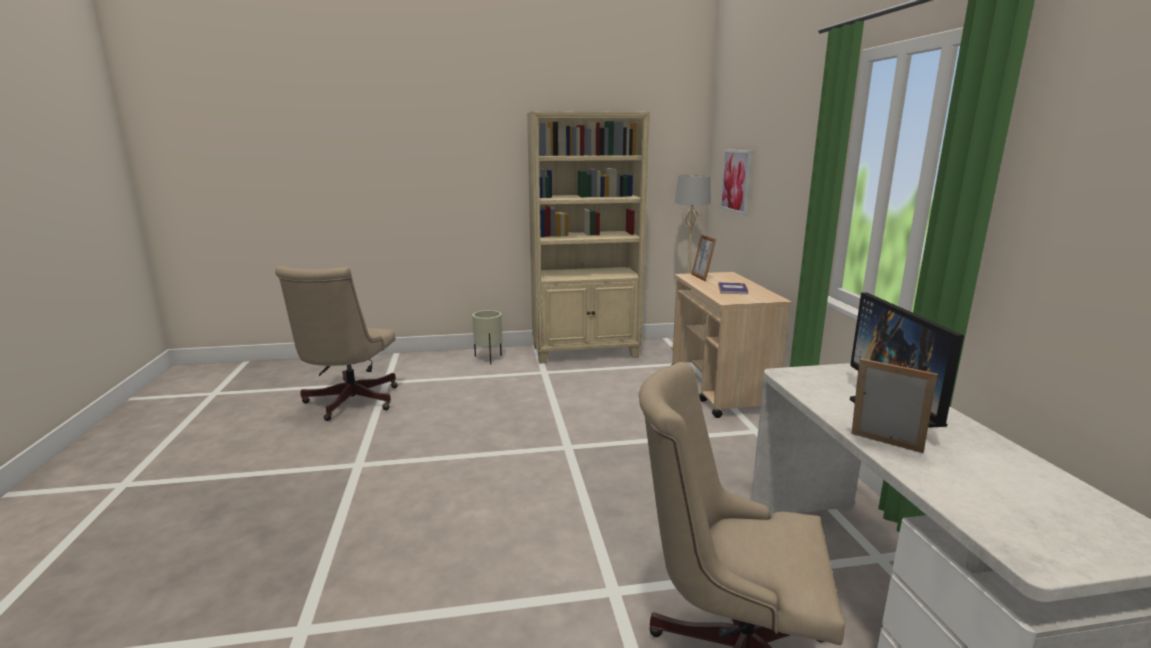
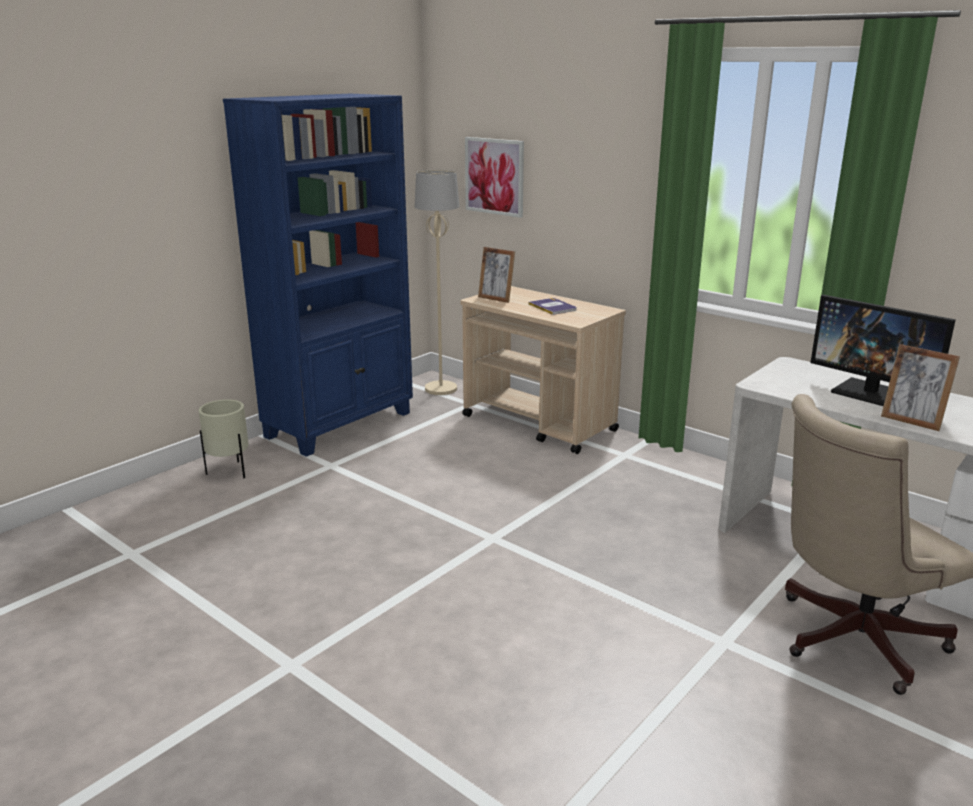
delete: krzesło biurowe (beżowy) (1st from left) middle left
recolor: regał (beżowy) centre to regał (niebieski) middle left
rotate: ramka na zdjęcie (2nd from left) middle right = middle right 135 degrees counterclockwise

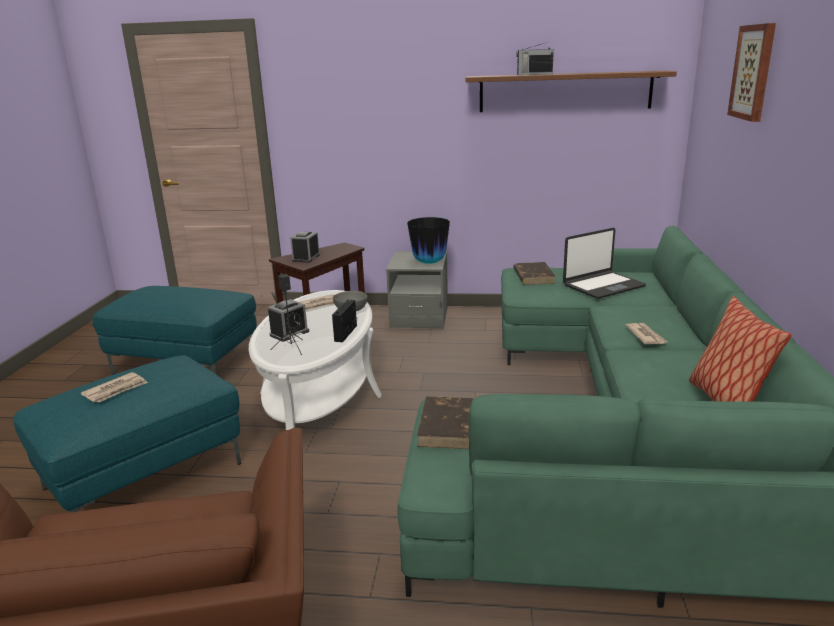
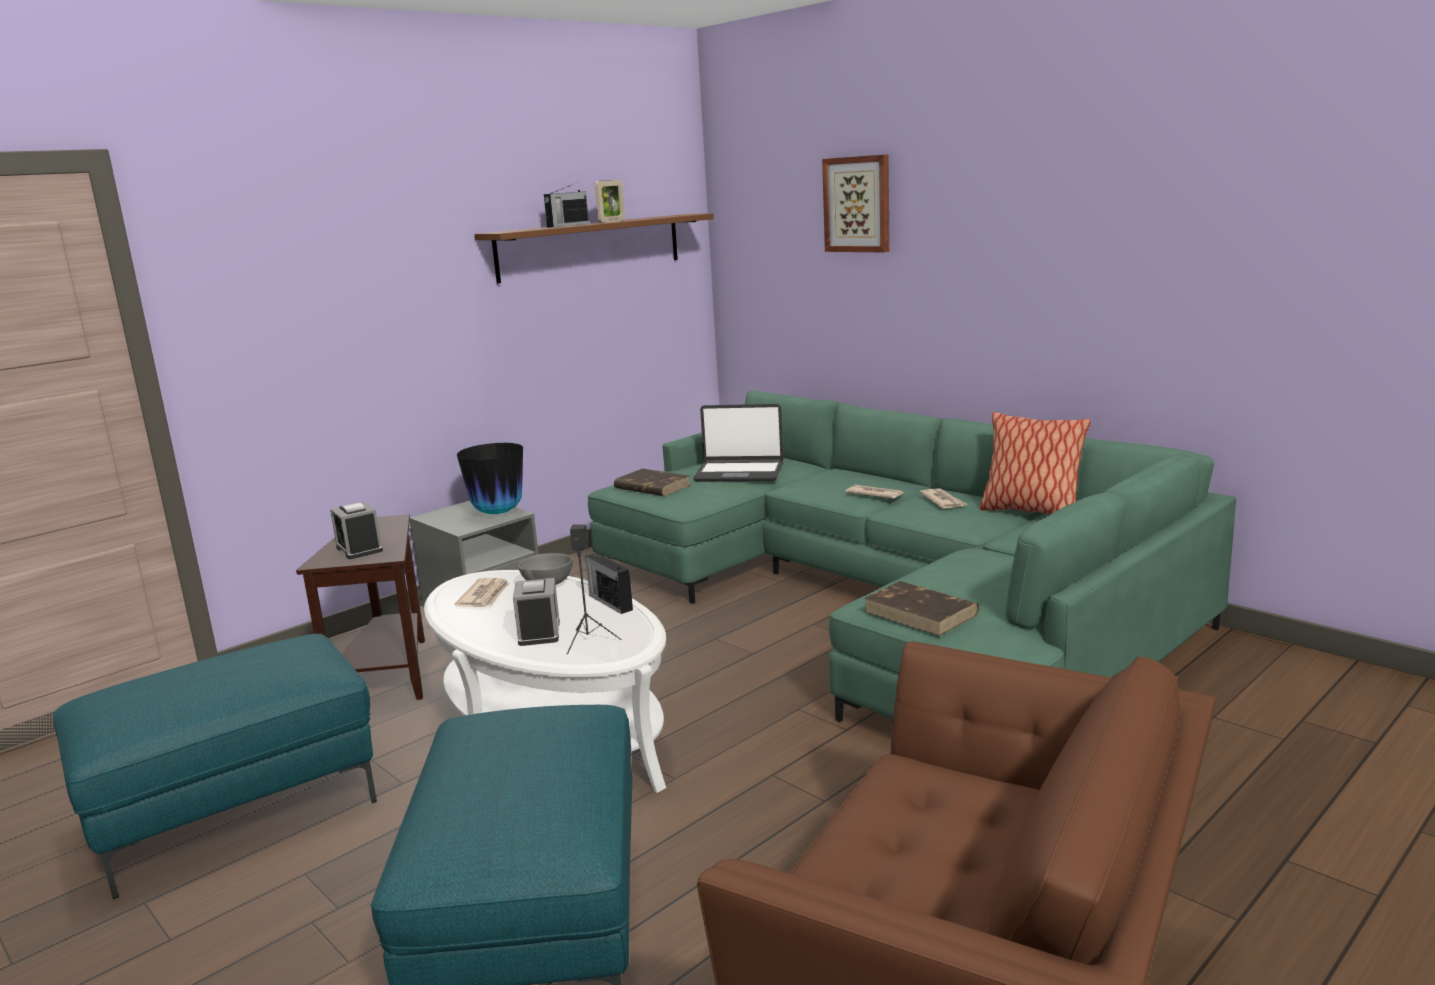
insert: ramka na zdjęcie top centre
move: gazeta (1st from left in the first image) middle left to gazeta (3rd from left) centre
rotate: laptop middle right = centre 90 degrees clockwise

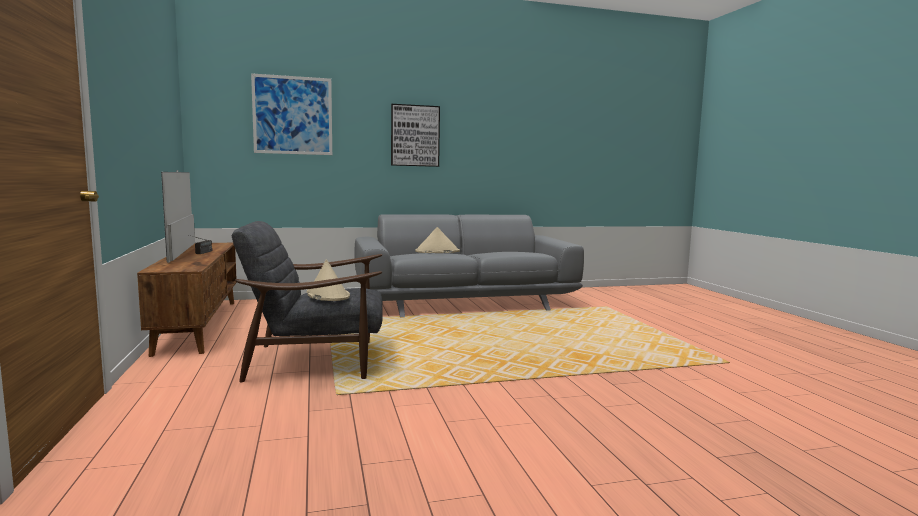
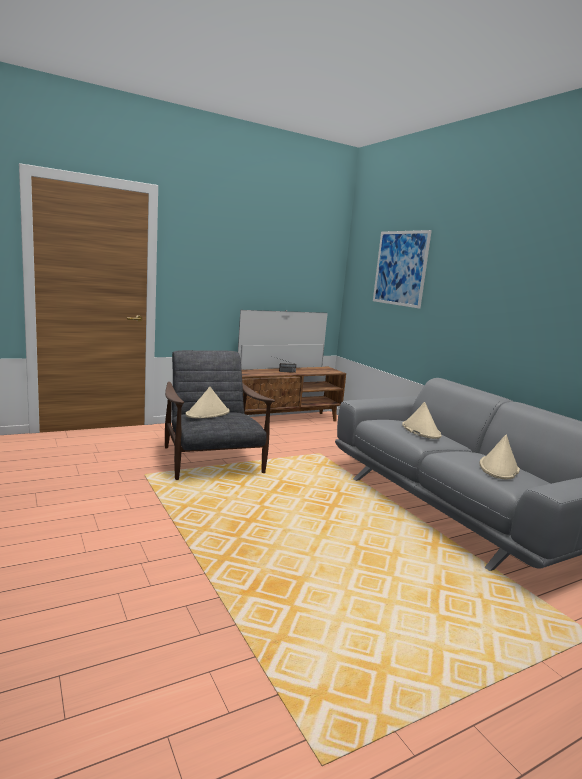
delete: obraz (2nd from left) top centre
insert: kapelusz (beżowy) (3rd from left) middle right

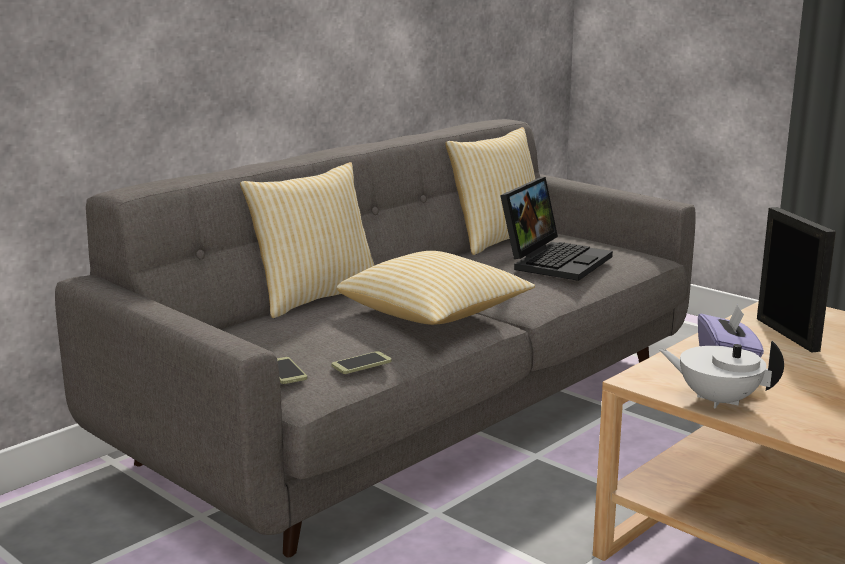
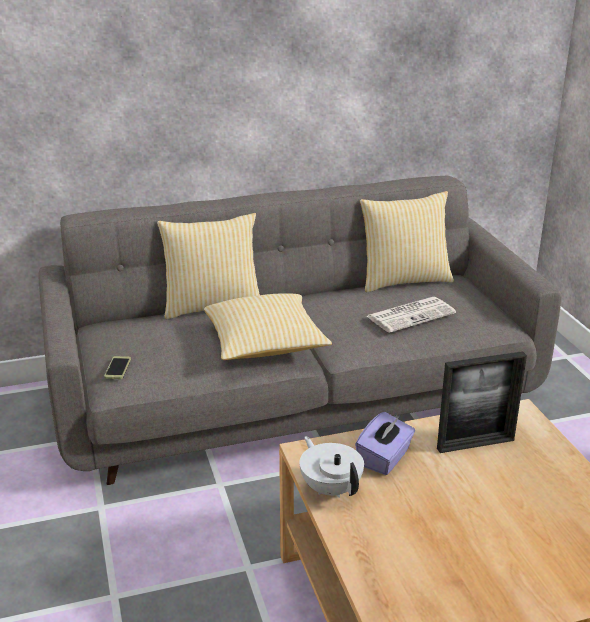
delete: telefon (2nd from left) centre
replace: laptop centre to gazeta middle right
rotate: ramka na zdjęcie middle right = middle right 60 degrees clockwise

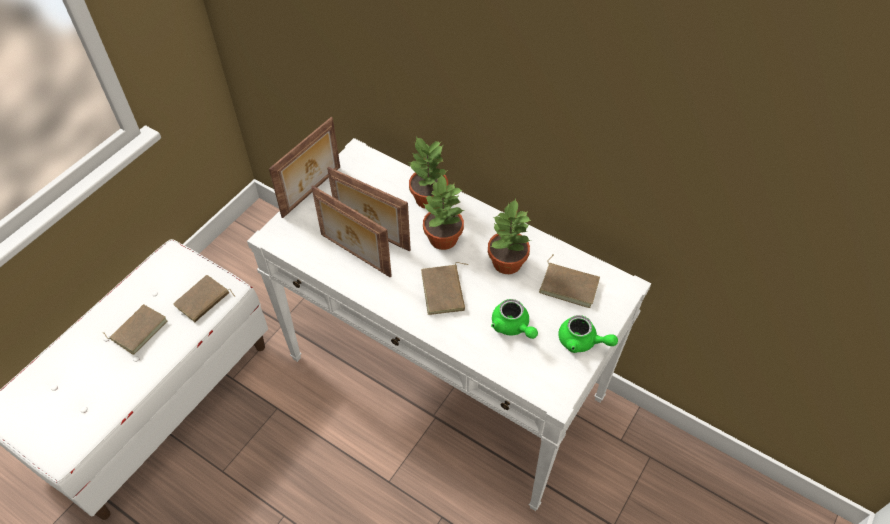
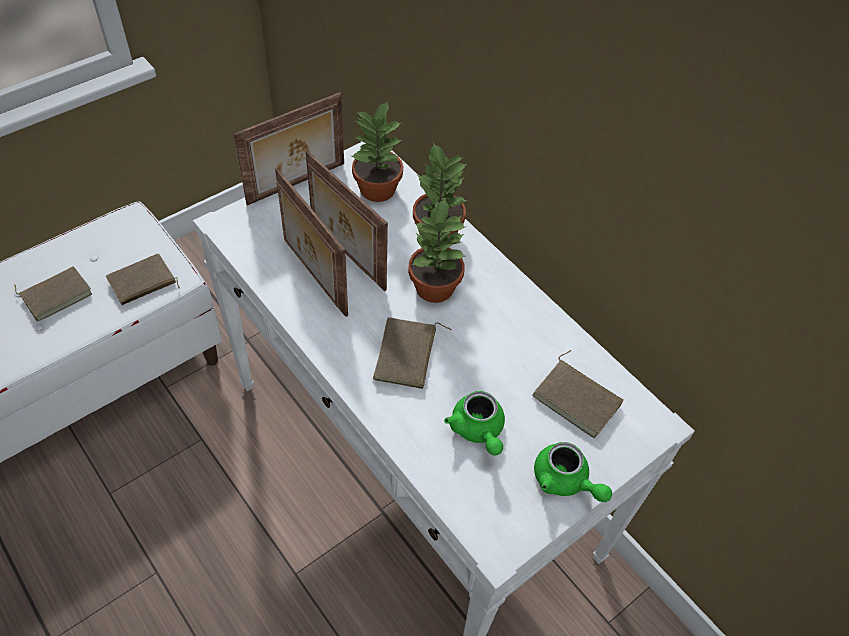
move: roślina doniczkowa (3rd from left in the first image) centre to roślina doniczkowa (1st from left) top centre

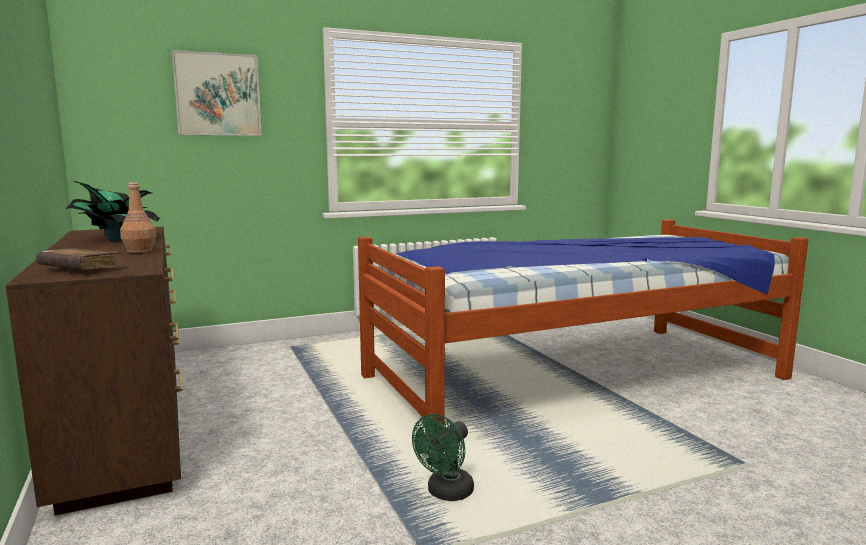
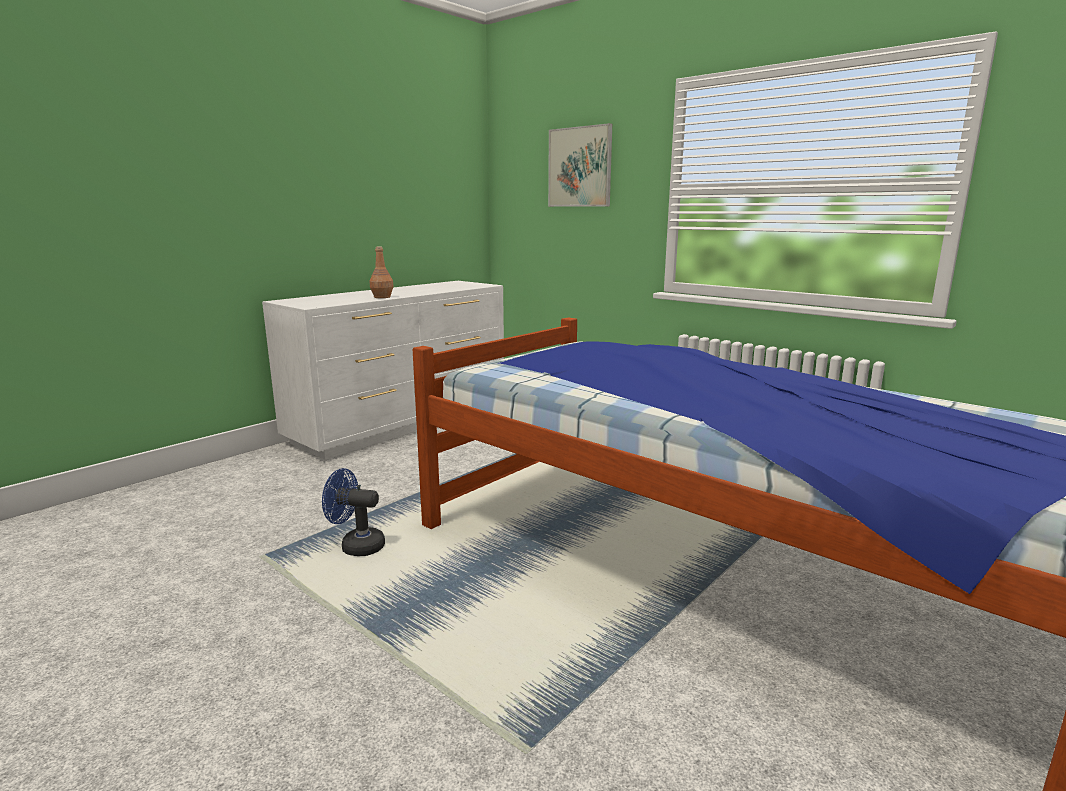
delete: roślina doniczkowa middle left; książka (brązowy) middle left
recolor: komoda (brązowy) bottom left to komoda (biały) centre; wentylator (zielony) bottom centre to wentylator (niebieski) middle left

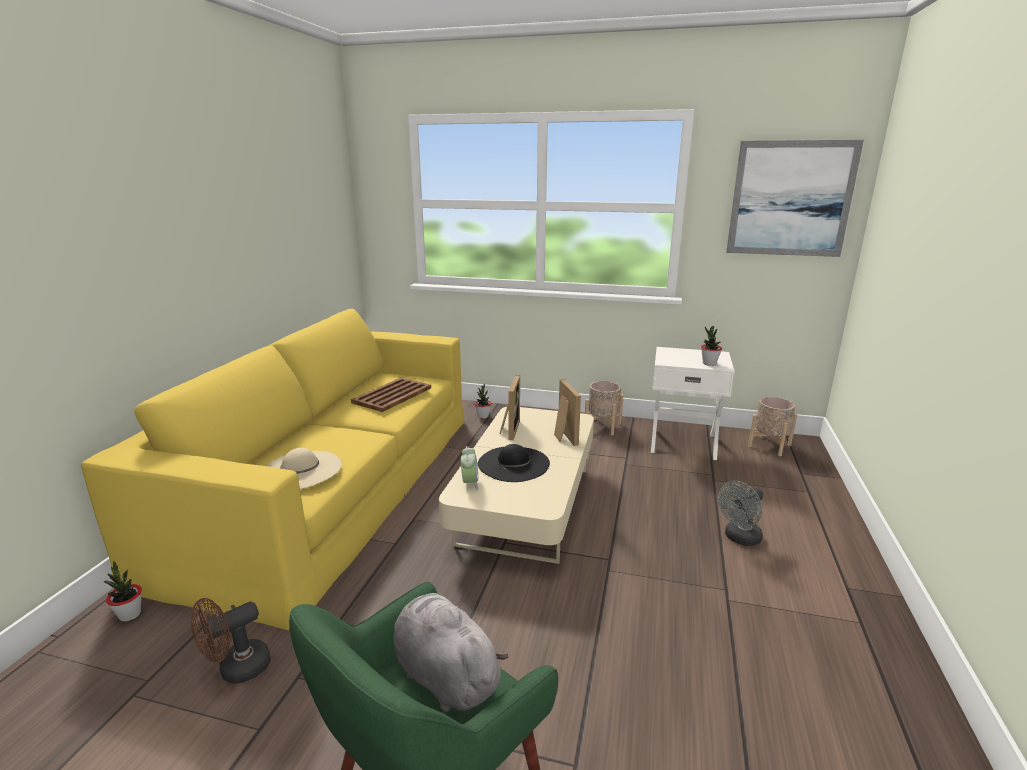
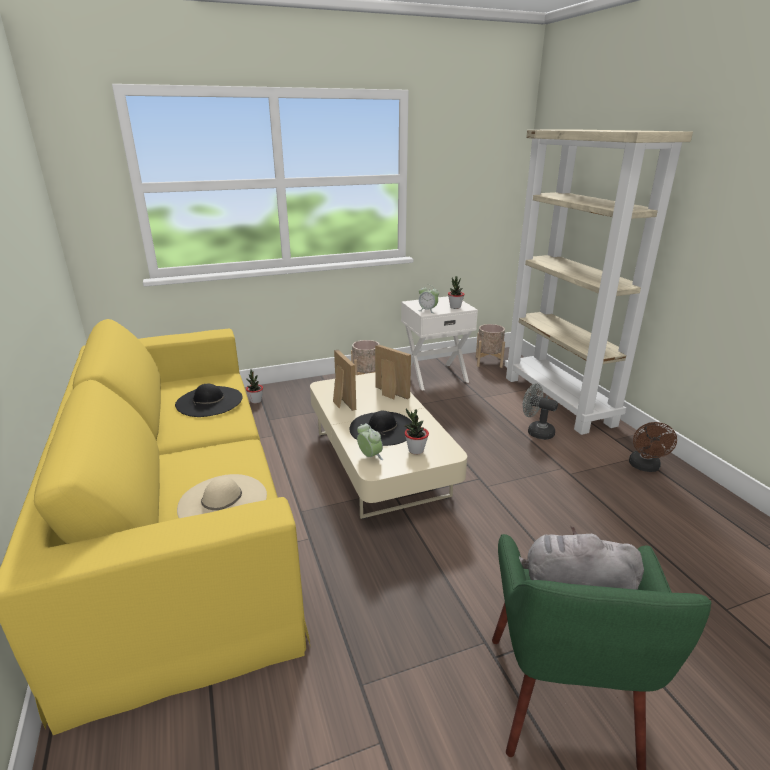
delete: obraz top right
insert: regał (beżowy) middle right; budzik (2nd from left) centre
move: roślina doniczkowa (1st from left in the first image) bottom left to roślina doniczkowa (2nd from left) centre; wentylator (brązowy) bottom left to middle right
replace: taca (brązowy) centre to kapelusz (czarny) (1st from left) middle left
rotate: wentylator (szary) middle right = middle right 105 degrees clockwise

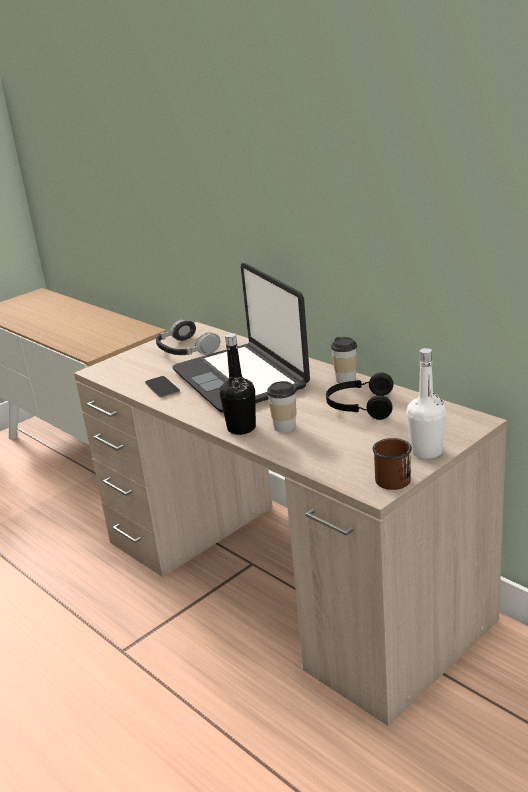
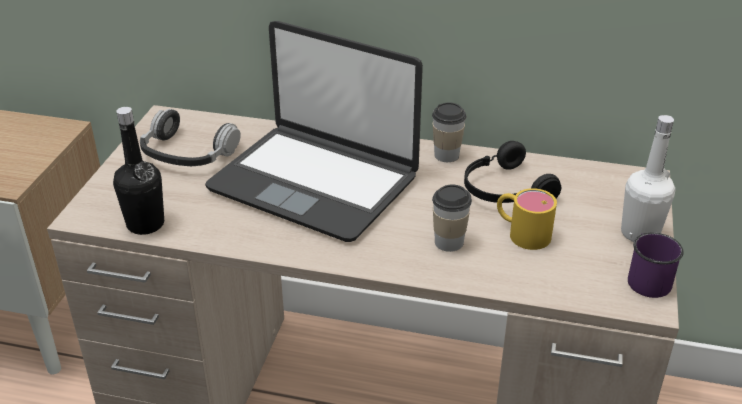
delete: telefon middle left
insert: kubek (żółty) middle right
move: butelka (czarny) centre to middle left
recolor: kubek (brązowy) middle right to kubek (fioletowy) middle right

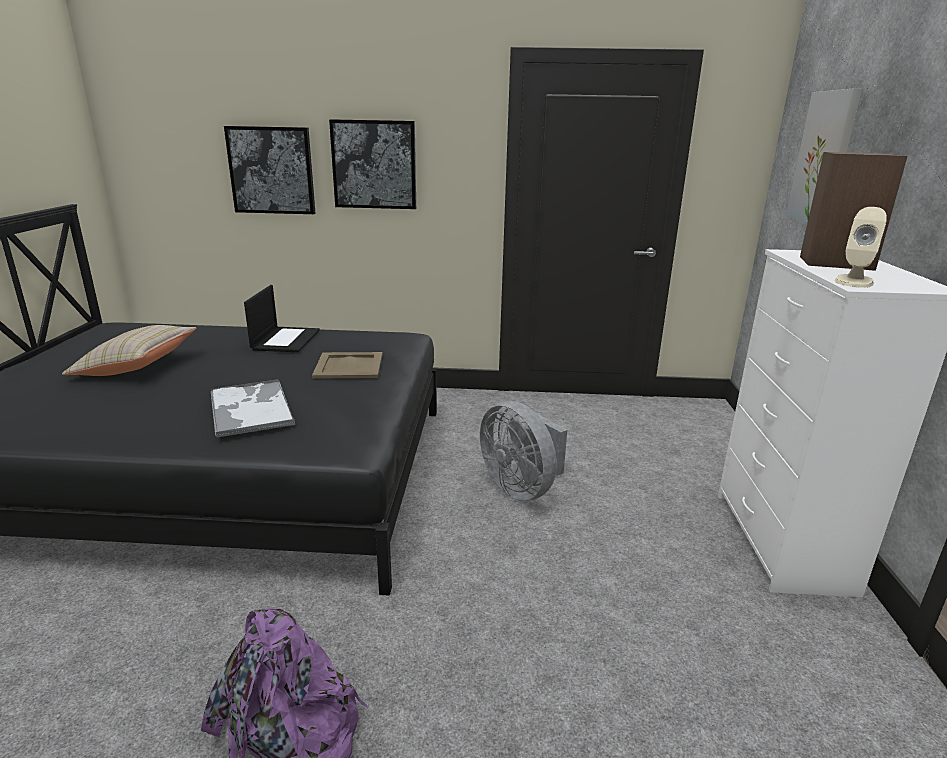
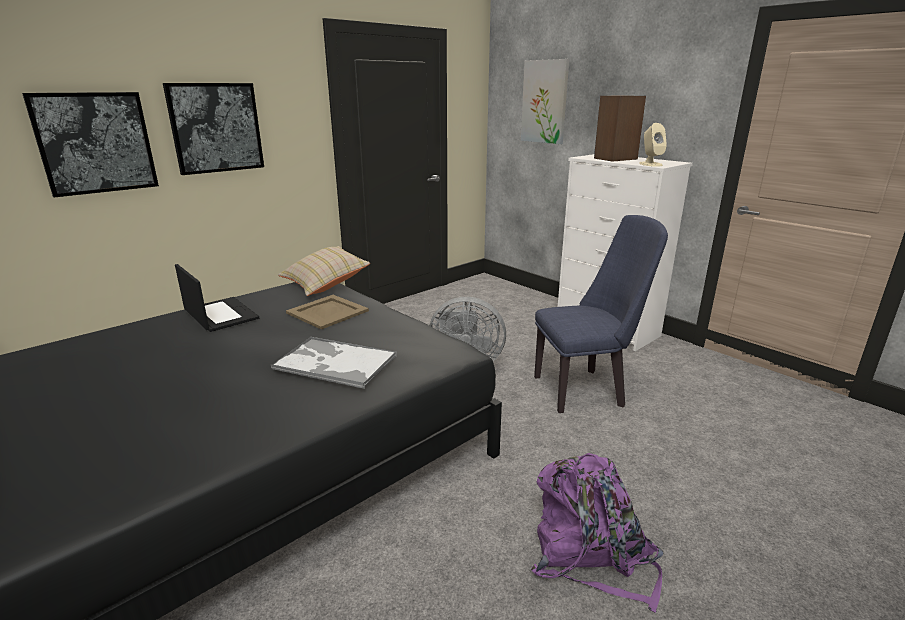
insert: krzesło (niebieski) centre
move: poduszka (beżowy) middle left to centre

